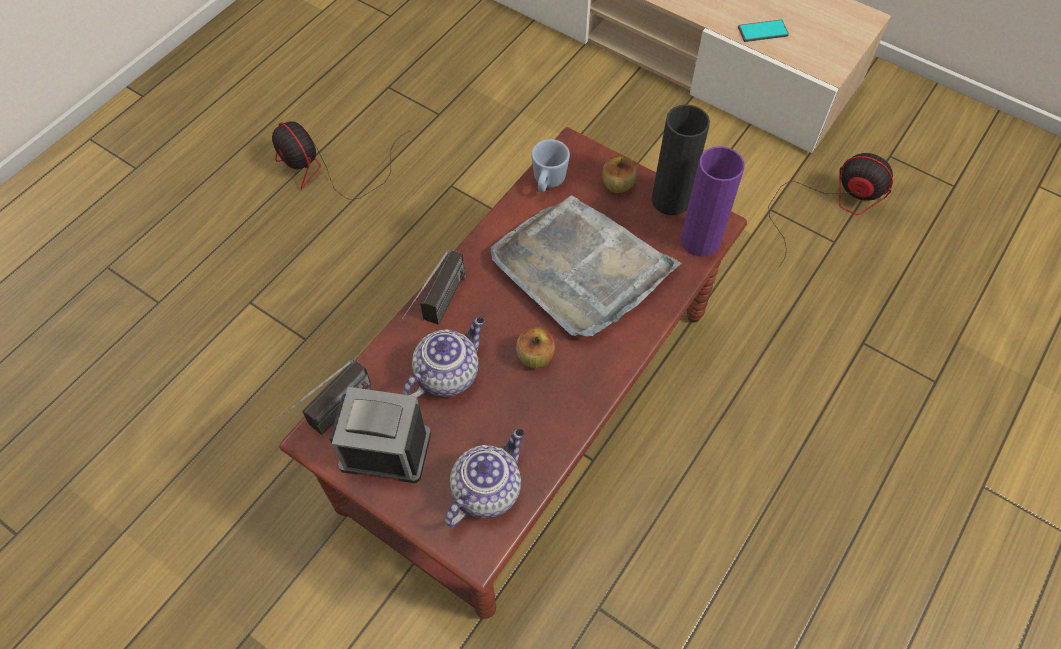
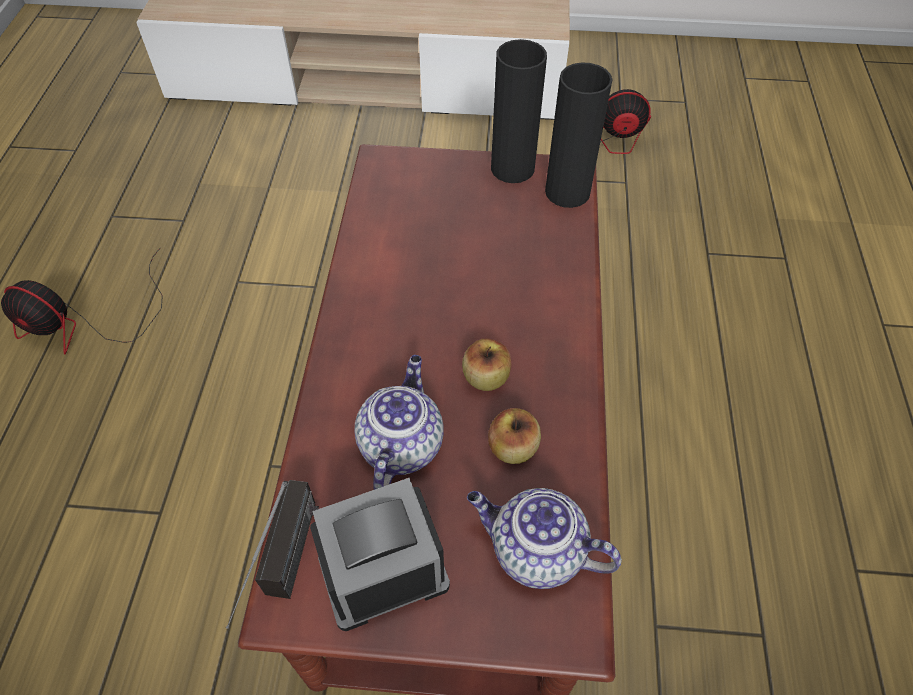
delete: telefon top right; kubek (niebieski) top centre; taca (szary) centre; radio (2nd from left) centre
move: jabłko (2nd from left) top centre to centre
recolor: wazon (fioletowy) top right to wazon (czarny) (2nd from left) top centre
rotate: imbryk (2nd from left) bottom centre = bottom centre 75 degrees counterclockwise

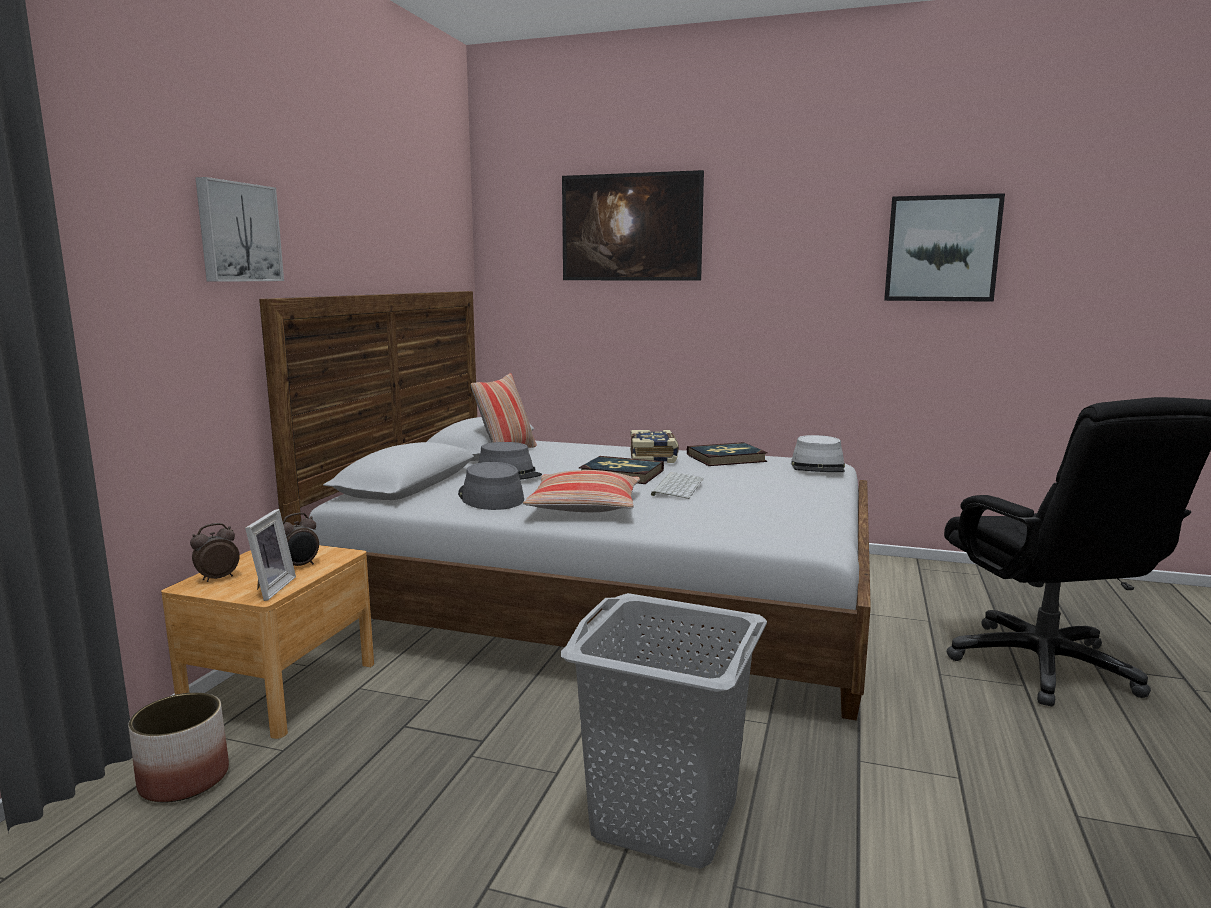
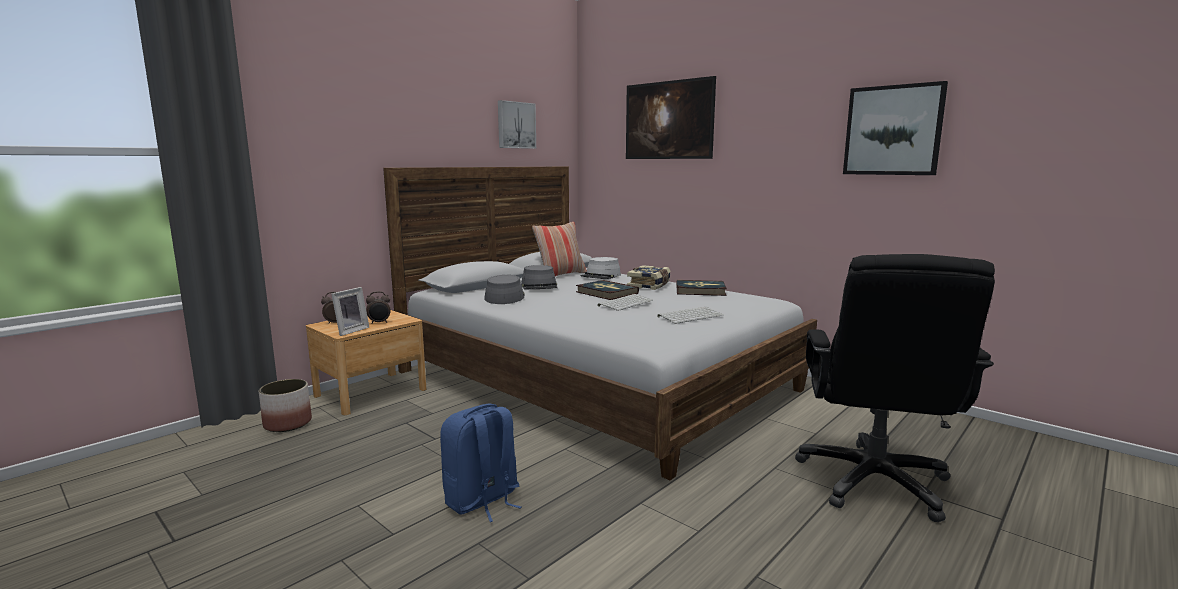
delete: poduszka (2nd from left) centre
insert: klawiatura (2nd from left) centre
move: obraz (1st from left) top left to top centre; kapelusz (szary) (3rd from left) middle right to centre
replace: kosz na pranie (szary) bottom centre to plecak (niebieski) bottom centre

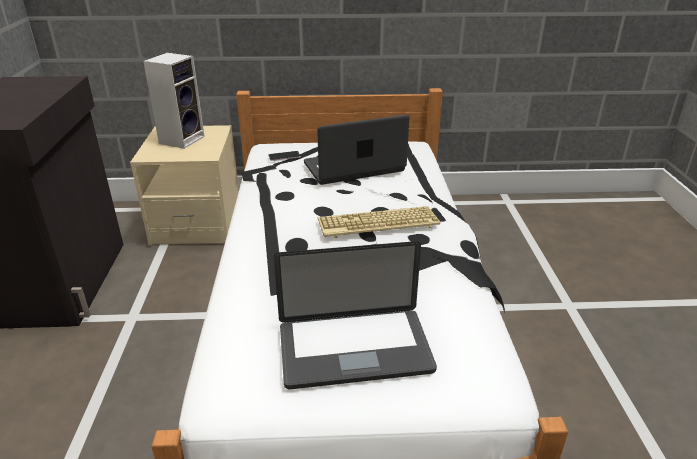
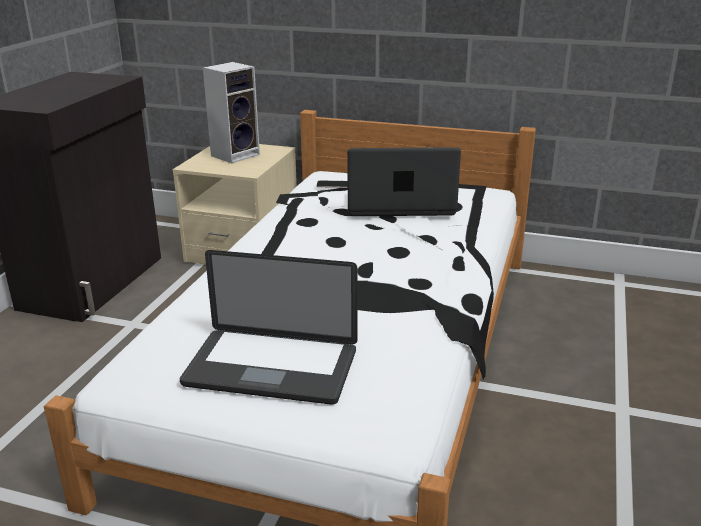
delete: klawiatura centre

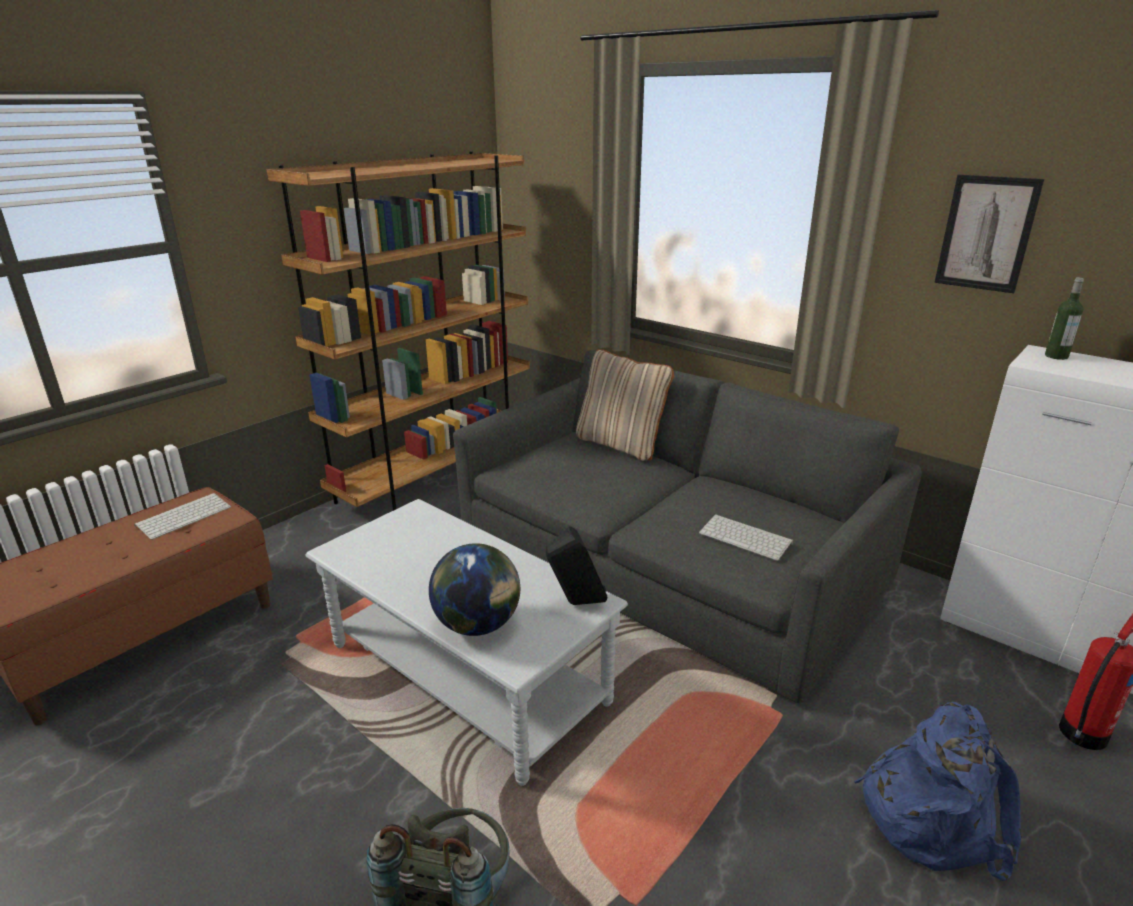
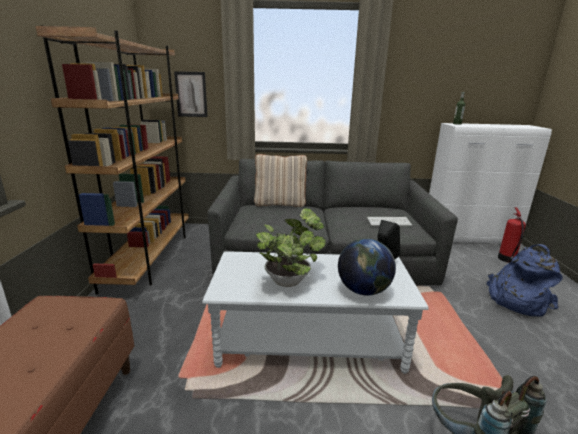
delete: klawiatura (1st from left) middle left
insert: roślina doniczkowa centre
move: obraz top right to top left

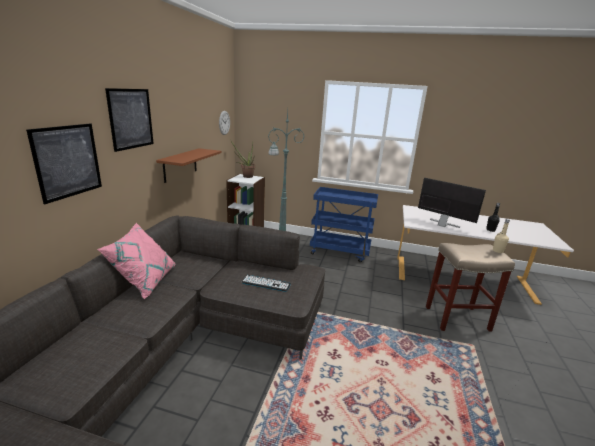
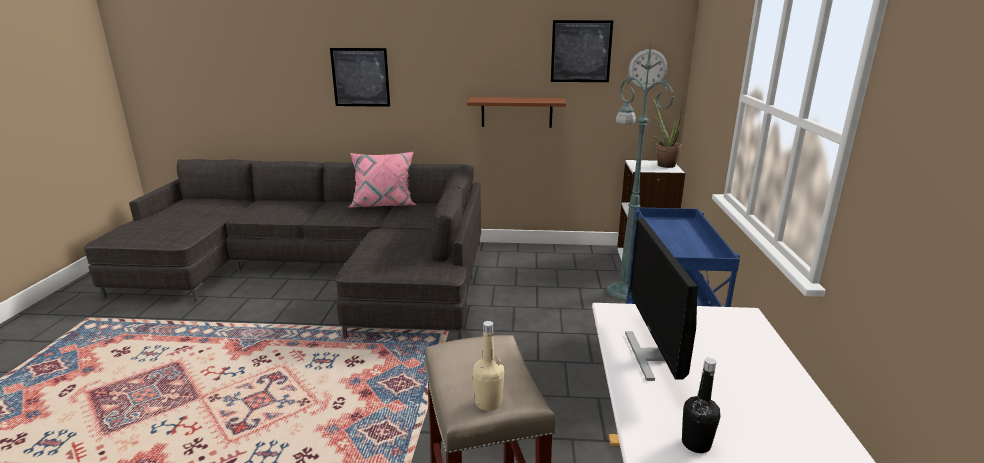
delete: klawiatura centre
move: obraz (2nd from left) top left to top centre
rotate: monitor middle right = middle right 150 degrees clockwise

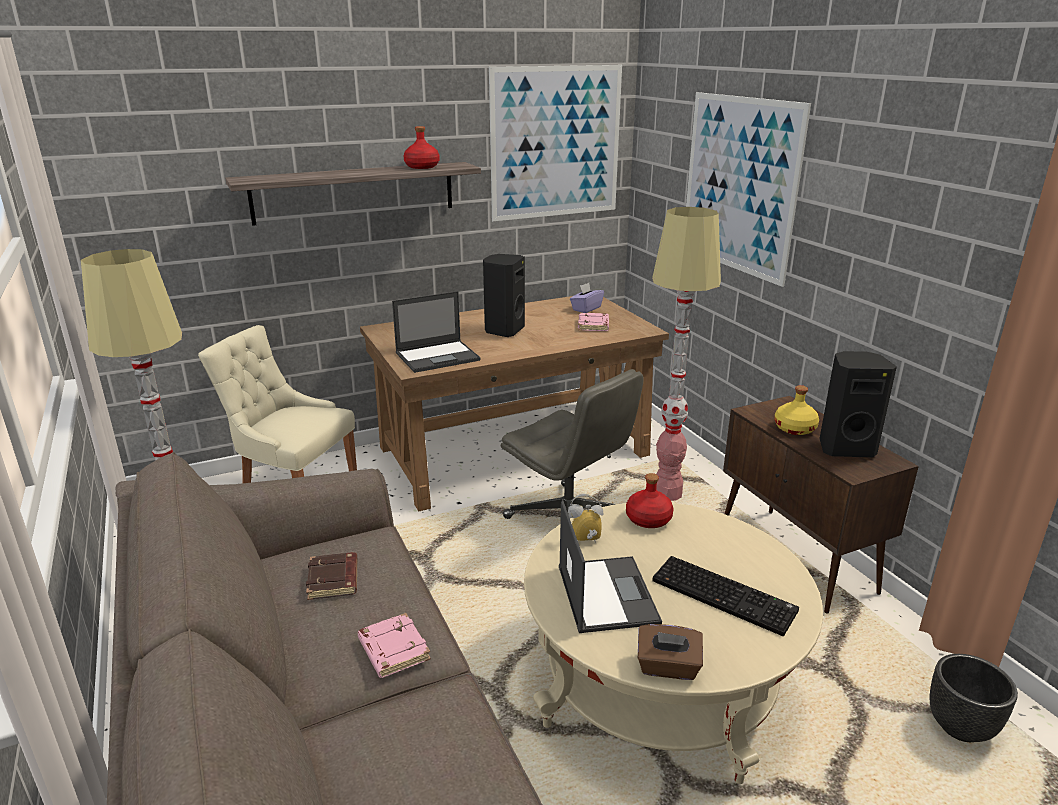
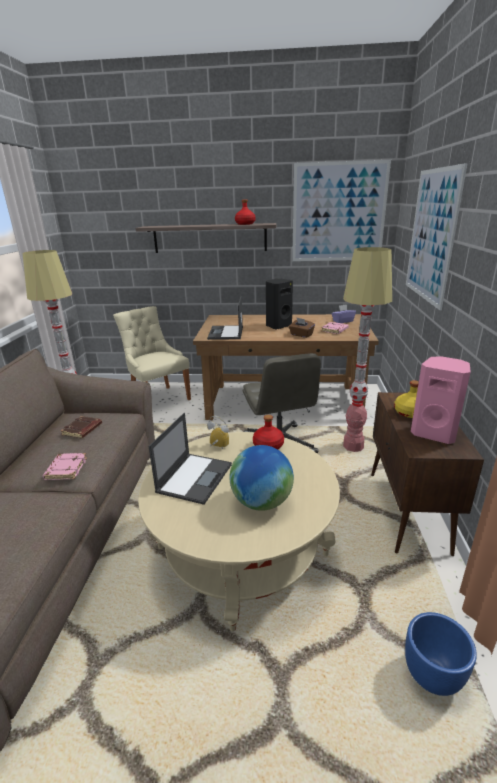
move: pudełko chusteczek (brązowy) bottom centre to centre
replace: klawiatura bottom right to globus centre
recolor: głośnik (czarny) (2nd from left) middle right to głośnik (różowy) middle right; donica (czarny) bottom right to donica (niebieski) bottom right
rotate: laptop (1st from left in the first image) centre = centre 90 degrees clockwise

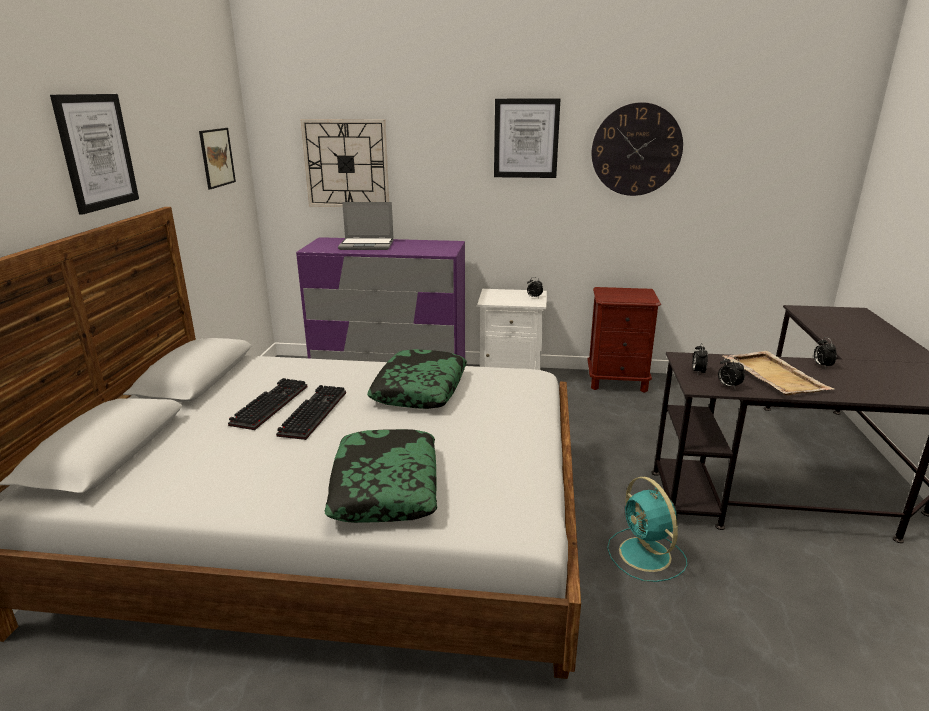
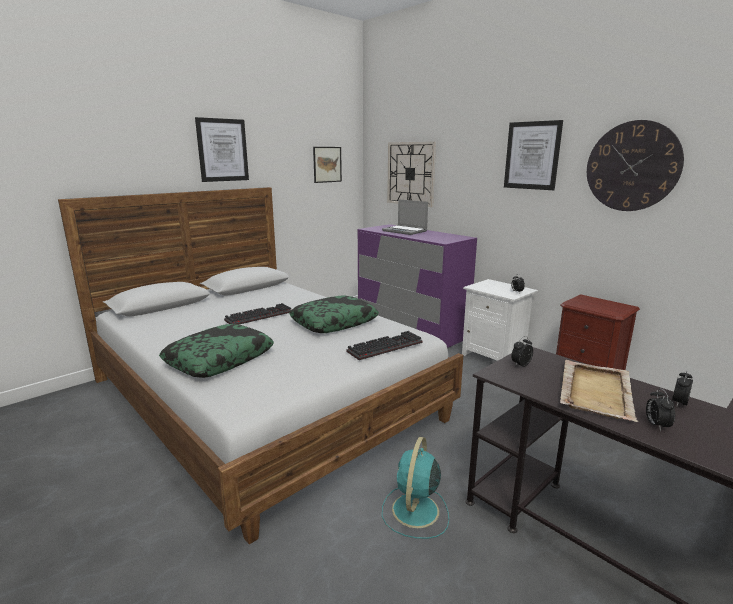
move: budzik (3rd from left) middle right to bottom right; klawiatura (1st from left in the first image) middle left to klawiatura (2nd from left) centre

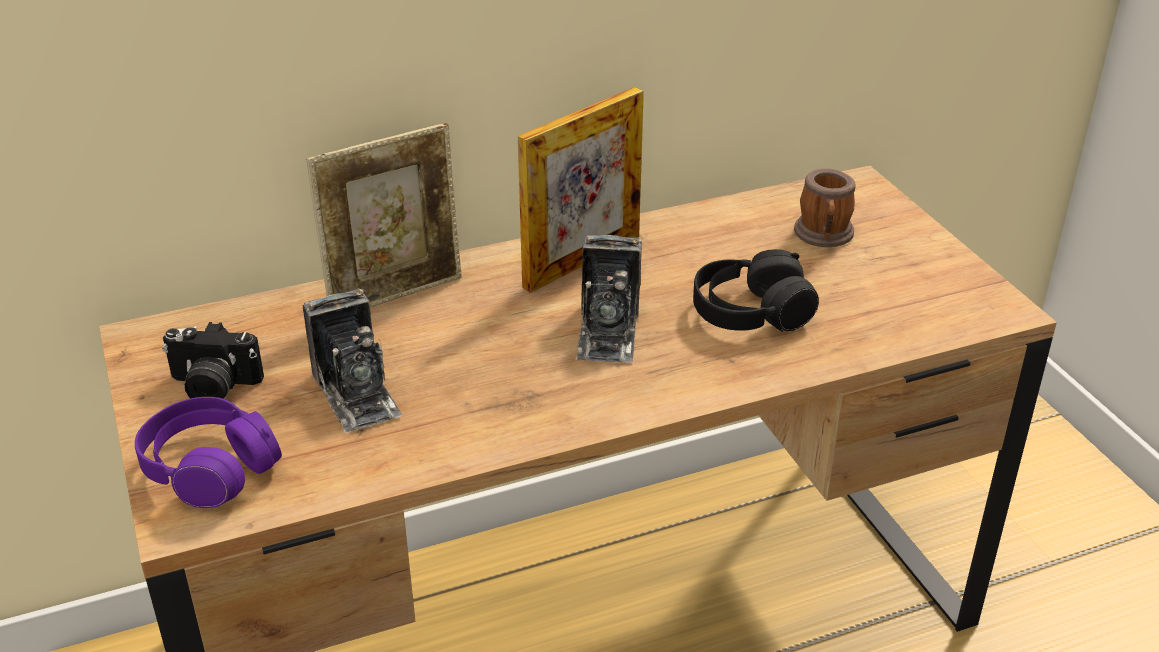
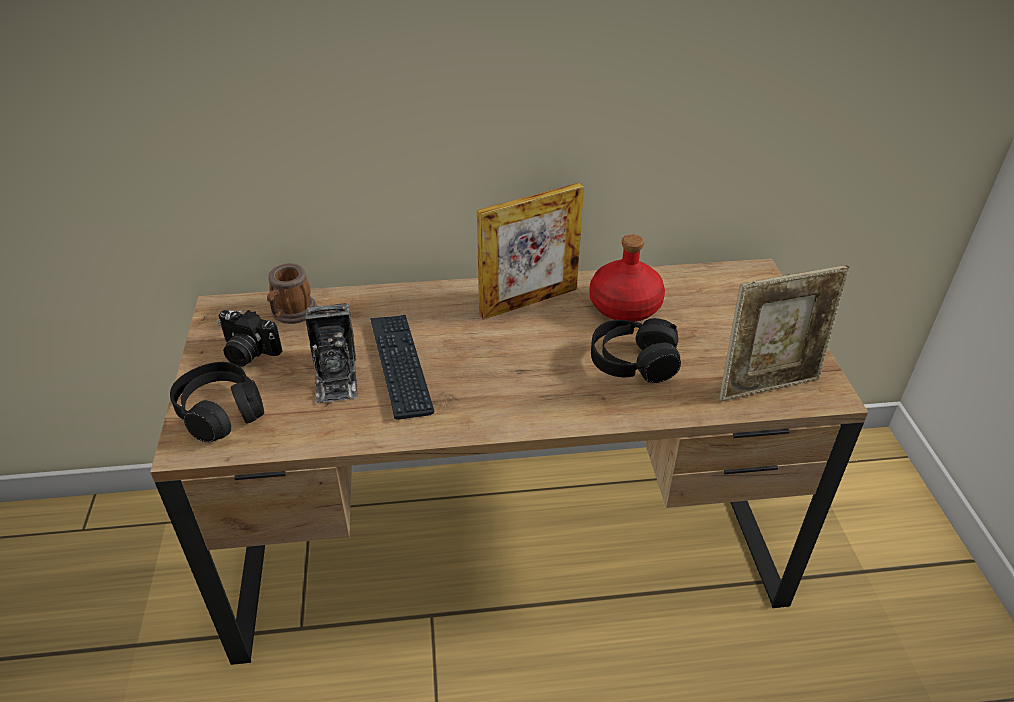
delete: aparat fotograficzny (3rd from left) centre
insert: butelka (czerwony) centre; klawiatura centre
move: ramka na zdjęcie (1st from left in the first image) top left to ramka na zdjęcie (2nd from left) middle right; kubek top right to middle left
recolor: słuchawki (fioletowy) bottom left to słuchawki (czarny) (1st from left) middle left

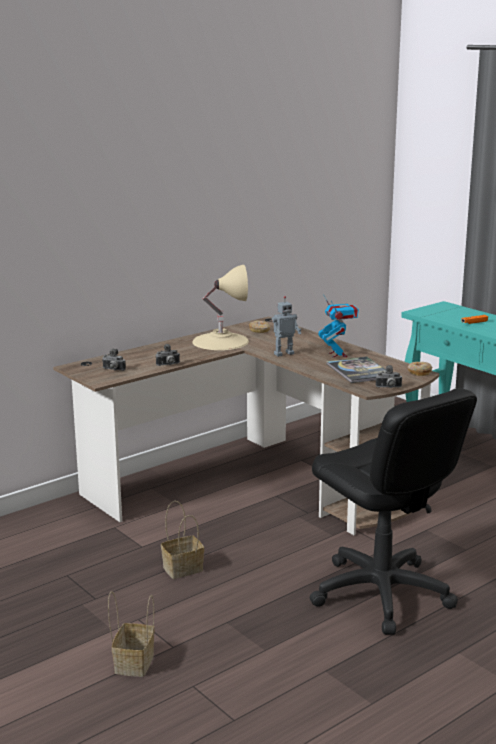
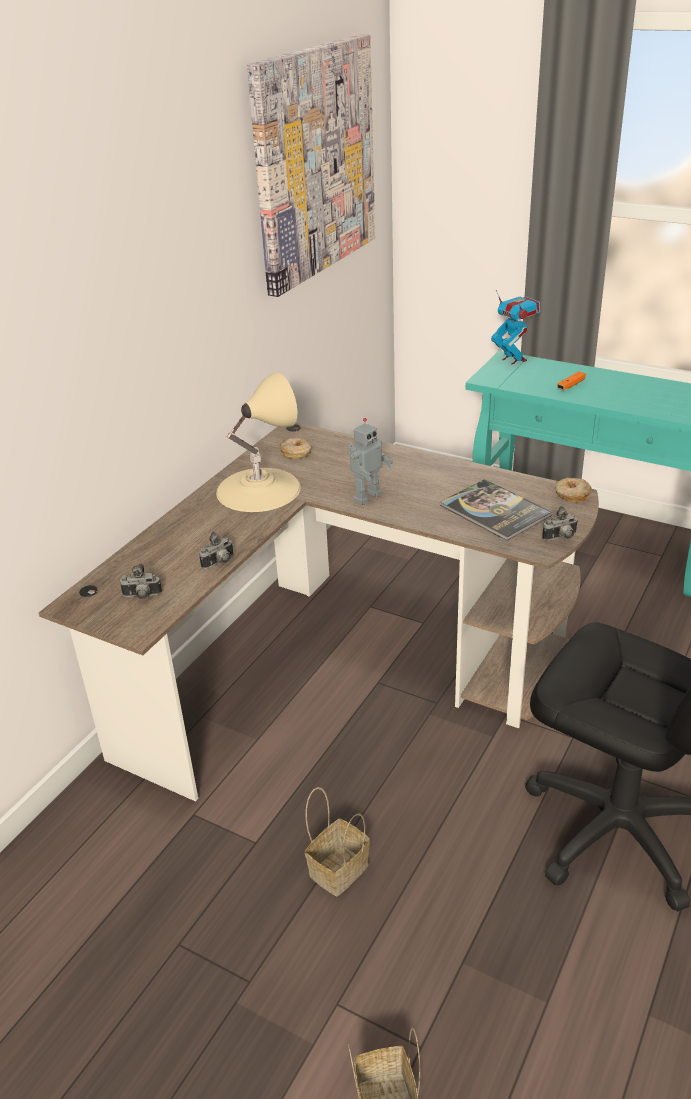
insert: obraz top centre
move: robot zabawkowy (2nd from left) middle right to top right

